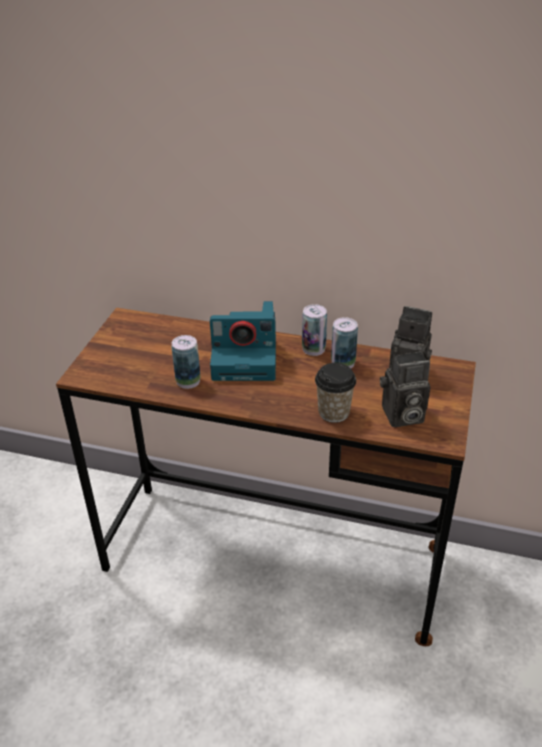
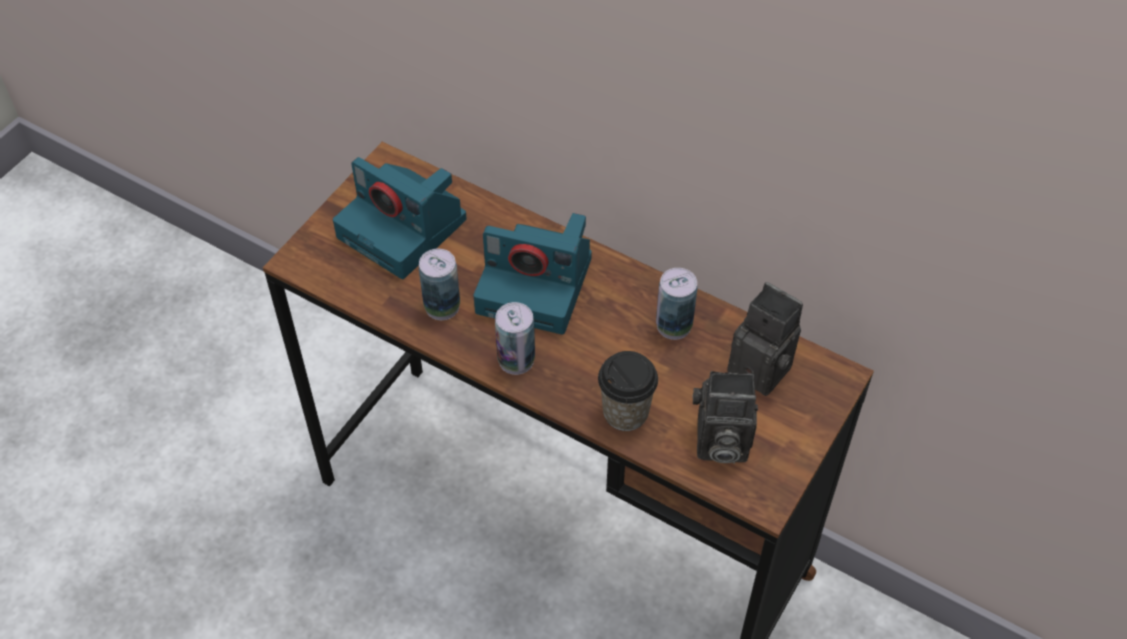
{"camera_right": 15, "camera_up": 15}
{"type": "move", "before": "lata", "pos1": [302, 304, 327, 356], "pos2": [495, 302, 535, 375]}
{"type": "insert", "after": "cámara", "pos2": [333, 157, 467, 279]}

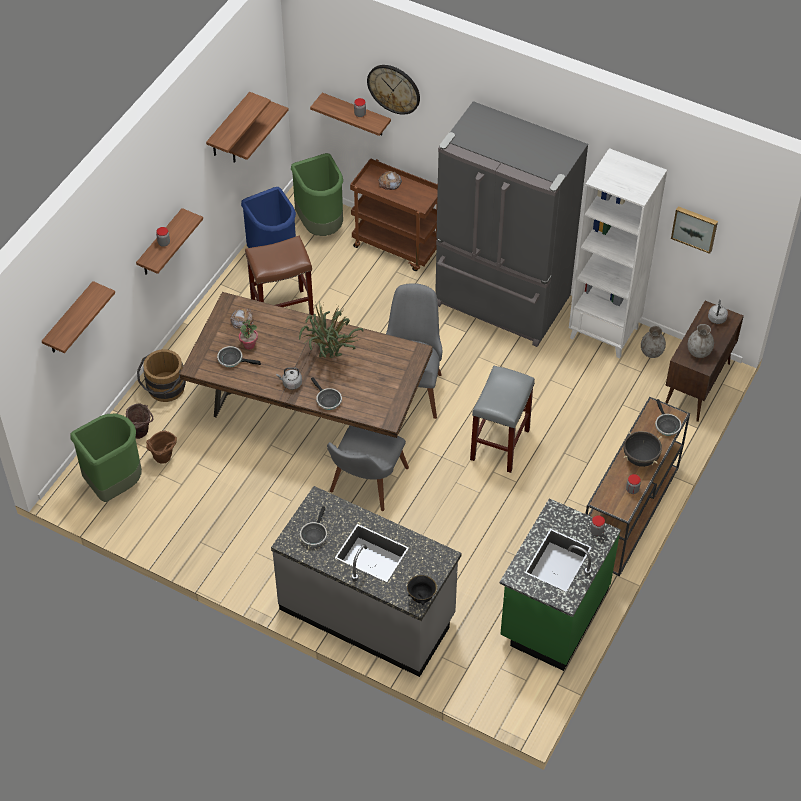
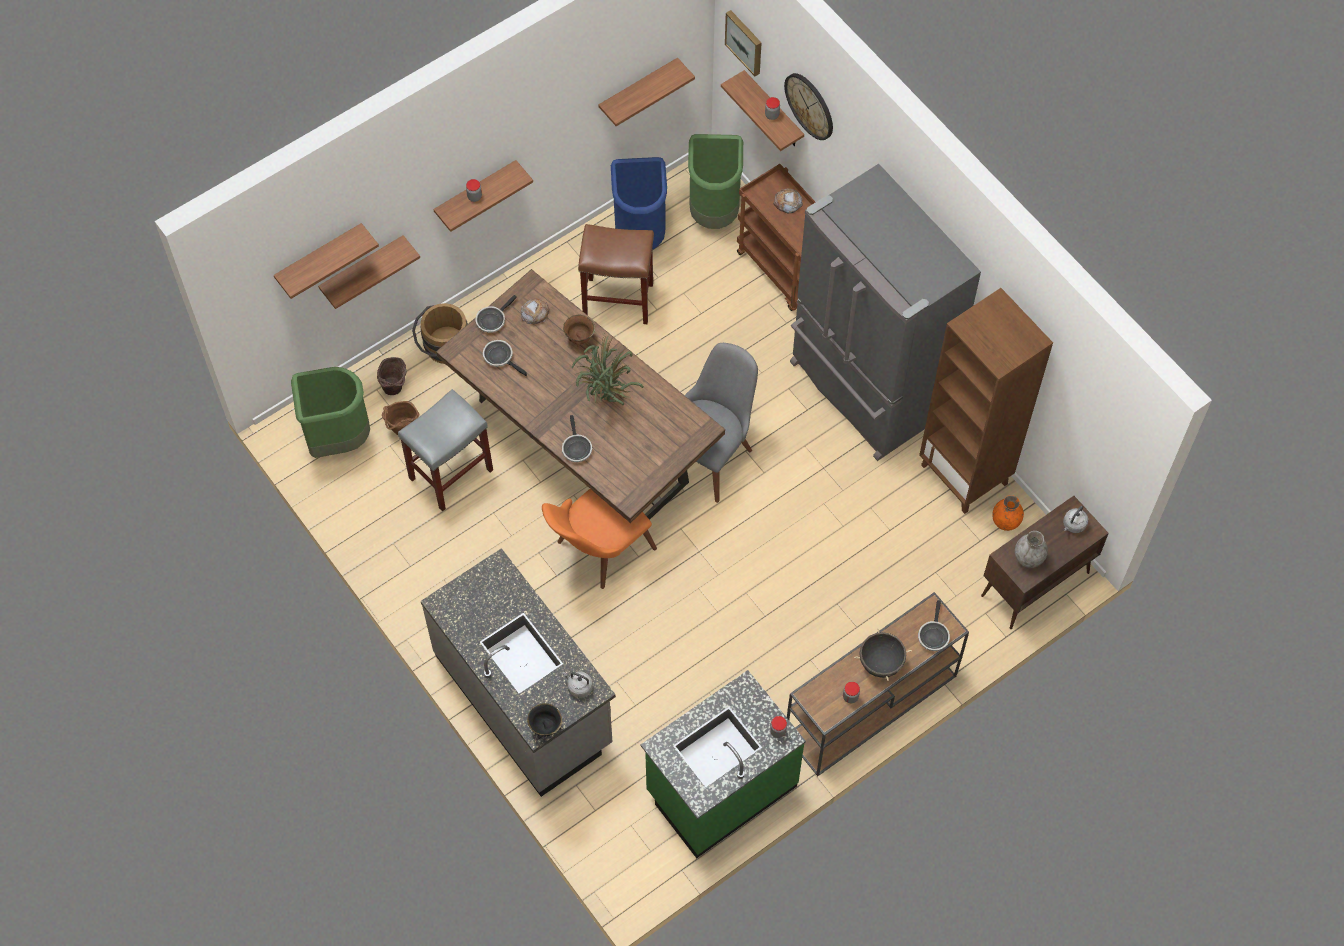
{"camera_right": 25, "camera_up": 10}
{"type": "move", "before": "estante", "pos1": [206, 92, 271, 156], "pos2": [318, 235, 420, 309]}
{"type": "recolor", "before": "estantería (blanco)", "after": "estantería (marrón)", "pos1": [569, 148, 667, 359], "pos2": [919, 288, 1053, 514]}
{"type": "move", "before": "cuadro", "pos1": [671, 206, 718, 254], "pos2": [725, 10, 762, 76]}
{"type": "delete", "before": "planta en maceta", "pos1": [239, 319, 258, 350]}
{"type": "recolor", "before": "florero (gris)", "after": "florero (naranja)", "pos1": [641, 326, 666, 358], "pos2": [992, 495, 1024, 531]}
{"type": "move", "before": "taburete (gris)", "pos1": [470, 366, 535, 473], "pos2": [398, 389, 493, 512]}
{"type": "move", "before": "hervidor (gris)", "pos1": [276, 367, 302, 390], "pos2": [562, 671, 593, 698]}
{"type": "recolor", "before": "silla (gris)", "after": "silla (naranja)", "pos1": [327, 426, 409, 511], "pos2": [542, 489, 657, 589]}
{"type": "move", "before": "sartén", "pos1": [300, 506, 327, 546], "pos2": [475, 295, 517, 332]}
{"type": "insert", "after": "cuenco (marrón)", "pos2": [563, 315, 595, 347]}

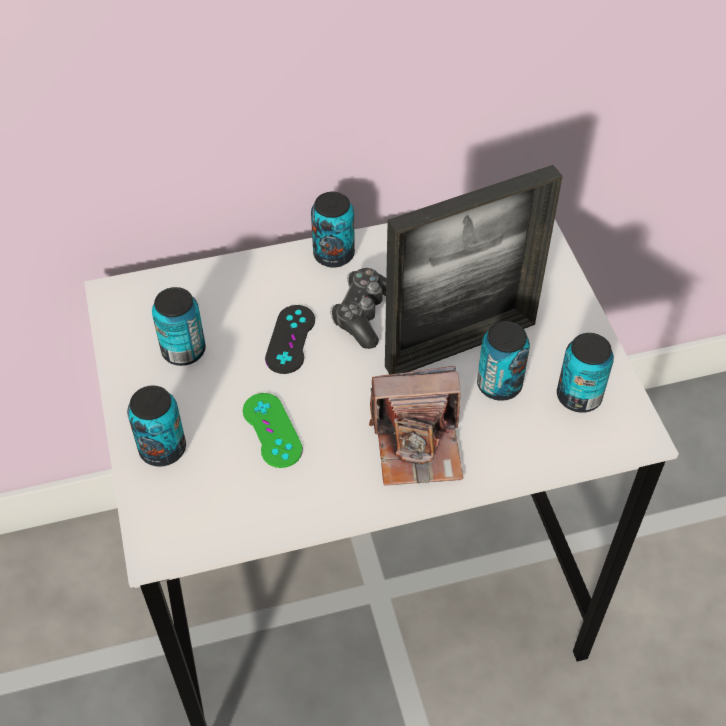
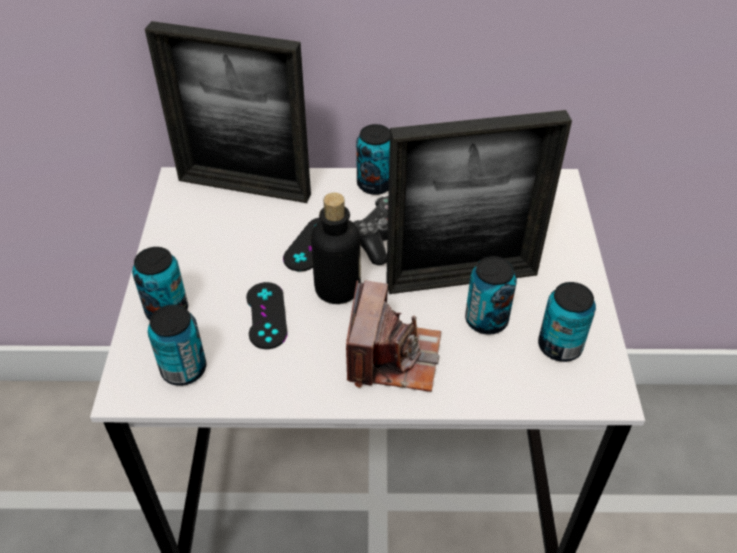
{"camera_right": 15, "camera_up": -5}
{"type": "move", "before": "lata", "pos1": [152, 287, 206, 366], "pos2": [148, 305, 206, 386]}
{"type": "rotate", "before": "cámara", "pos1": [369, 366, 463, 485], "pos2": [346, 280, 441, 392], "turn": -90}
{"type": "recolor", "before": "mando de consola (verde)", "after": "mando de consola (negro)", "pos1": [243, 393, 303, 468], "pos2": [246, 282, 287, 349]}
{"type": "insert", "after": "portarretratos", "pos2": [145, 21, 311, 203]}
{"type": "insert", "after": "botella", "pos2": [311, 193, 361, 304]}

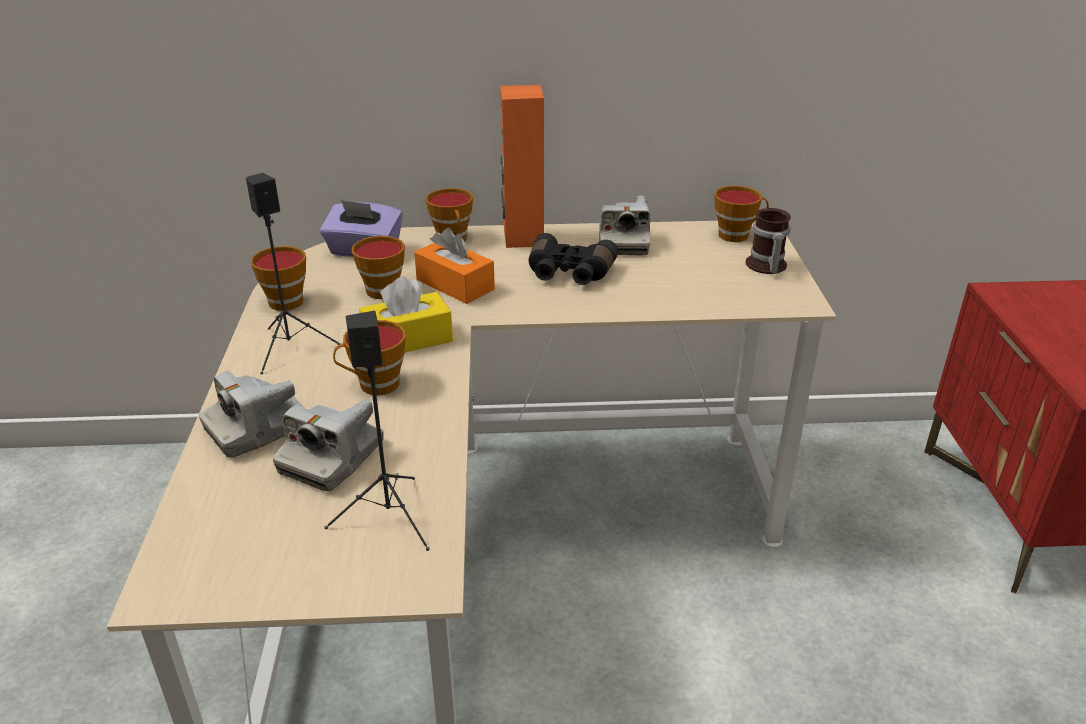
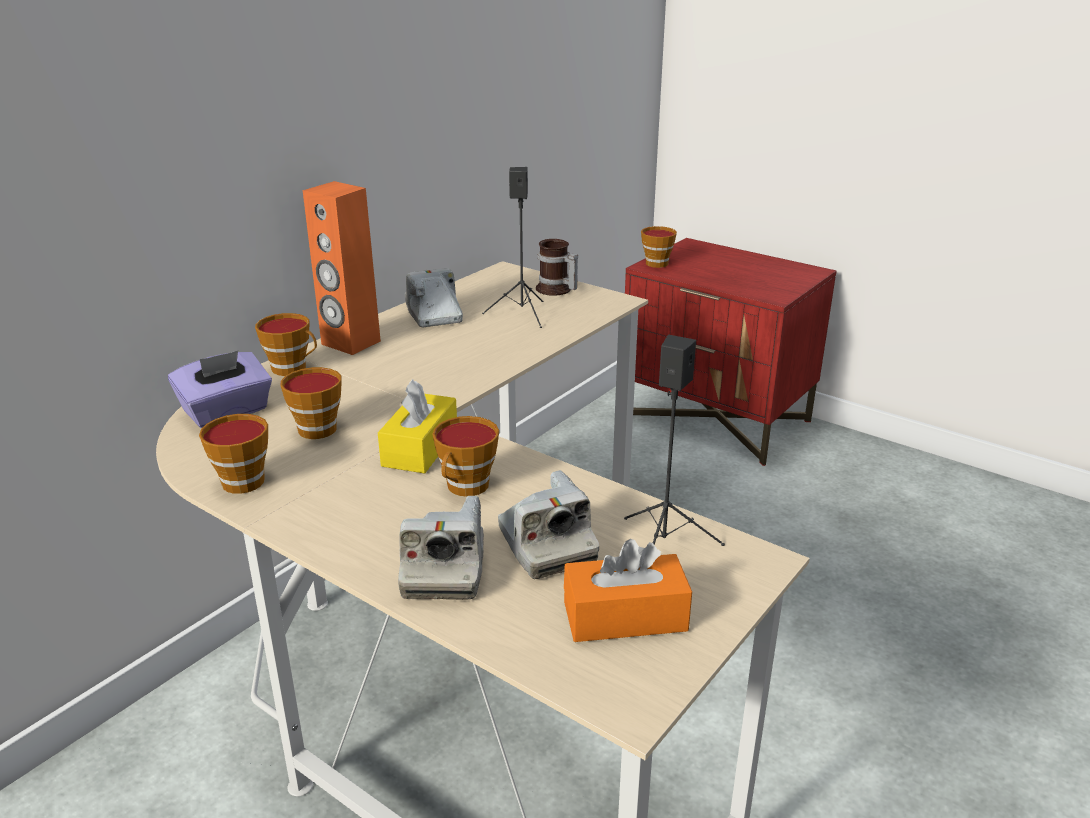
{"camera_right": -50, "camera_up": -5}
{"type": "move", "before": "altavoz (negro)", "pos1": [246, 173, 340, 374], "pos2": [482, 167, 543, 328]}
{"type": "move", "before": "taza", "pos1": [714, 186, 769, 242], "pos2": [641, 226, 677, 268]}
{"type": "rotate", "before": "cámara", "pos1": [599, 196, 650, 255], "pos2": [405, 268, 463, 327], "turn": -150}
{"type": "move", "before": "caja de pañuelos (naranja)", "pos1": [414, 228, 495, 304], "pos2": [564, 539, 692, 642]}
{"type": "delete", "before": "prismáticos (negro)", "pos1": [529, 233, 618, 285]}

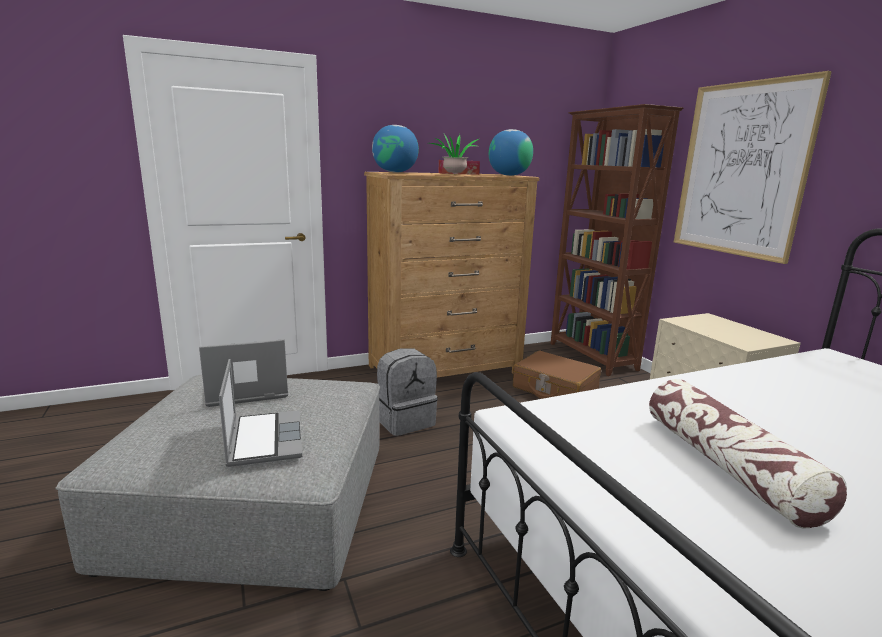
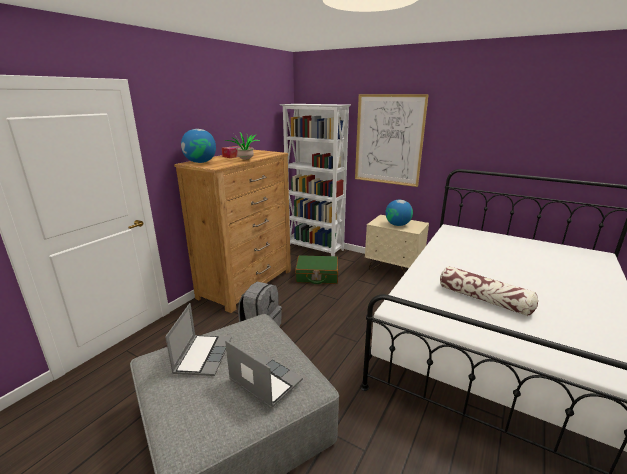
{"camera_right": -35, "camera_up": 5}
{"type": "recolor", "before": "estantería (marrón)", "after": "estantería (blanco)", "pos1": [551, 104, 683, 376], "pos2": [280, 104, 351, 256]}
{"type": "move", "before": "globo terráqueo", "pos1": [489, 129, 533, 176], "pos2": [385, 200, 413, 226]}
{"type": "rotate", "before": "portátil", "pos1": [199, 339, 288, 407], "pos2": [165, 303, 232, 376], "turn": 150}
{"type": "recolor", "before": "maleta (marrón)", "after": "maleta (verde)", "pos1": [513, 351, 601, 399], "pos2": [295, 255, 338, 284]}

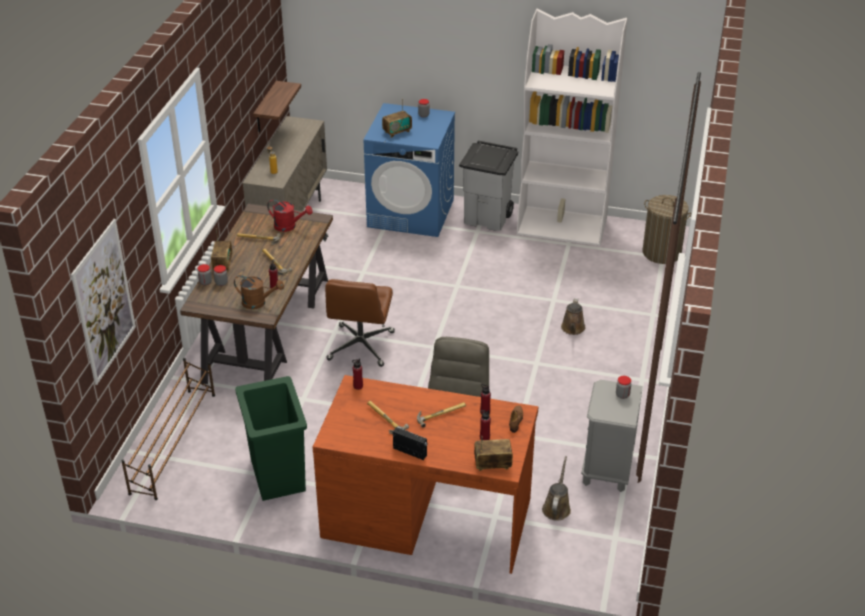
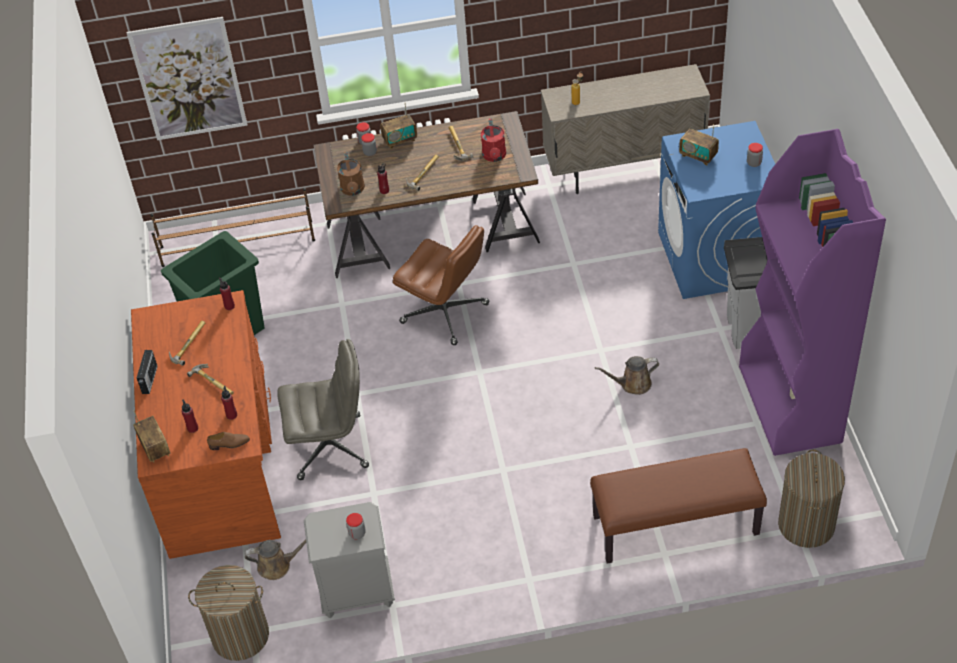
{"camera_right": 70, "camera_up": 10}
{"type": "recolor", "before": "estantería (blanco)", "after": "estantería (morado)", "pos1": [517, 9, 627, 246], "pos2": [739, 129, 886, 456]}
{"type": "delete", "before": "estante", "pos1": [253, 81, 301, 132]}
{"type": "rotate", "before": "silla de oficina (marrón)", "pos1": [325, 279, 395, 367], "pos2": [393, 225, 489, 345], "turn": -135}
{"type": "move", "before": "regadera (marrón)", "pos1": [561, 298, 585, 335], "pos2": [595, 356, 659, 395]}
{"type": "insert", "after": "banco (marrón)", "pos2": [590, 448, 767, 563]}
{"type": "insert", "after": "cesto de la ropa", "pos2": [188, 565, 269, 661]}

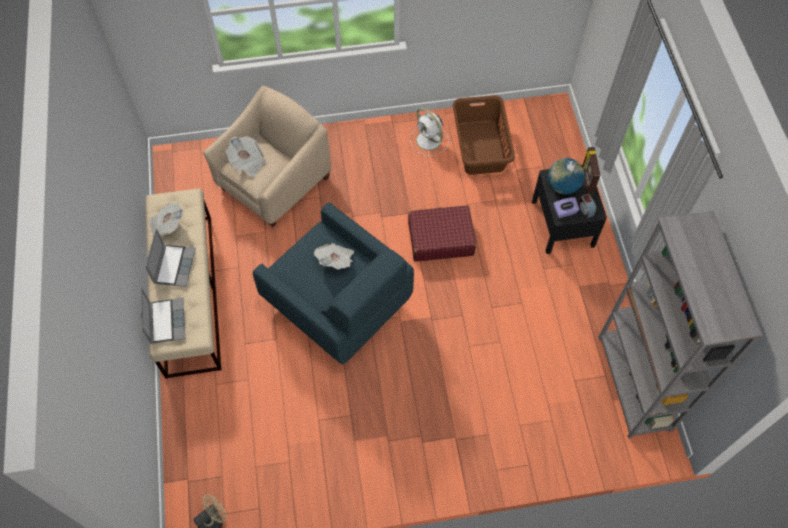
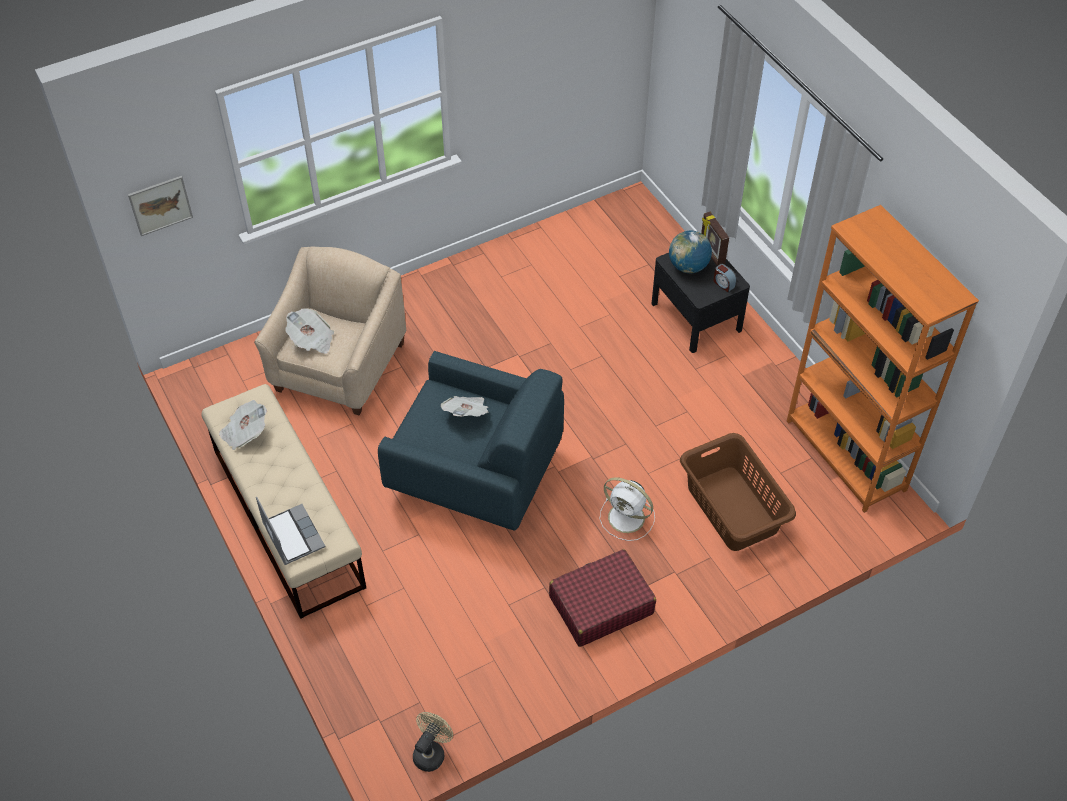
{"camera_right": -20, "camera_up": -10}
{"type": "move", "before": "cesto de la ropa (marrón)", "pos1": [453, 95, 515, 175], "pos2": [680, 433, 796, 551]}
{"type": "move", "before": "ventilador (blanco)", "pos1": [410, 108, 449, 156], "pos2": [599, 477, 655, 541]}
{"type": "delete", "before": "caja de pañuelos (morado)", "pos1": [553, 197, 580, 218]}
{"type": "move", "before": "maleta (rojo)", "pos1": [408, 205, 476, 262], "pos2": [549, 549, 656, 647]}
{"type": "recolor", "before": "estantería (gris)", "after": "estantería (naranja)", "pos1": [598, 211, 763, 438], "pos2": [787, 205, 979, 513]}
{"type": "delete", "before": "portátil", "pos1": [145, 228, 196, 287]}
{"type": "insert", "after": "cuadro", "pos2": [128, 176, 193, 236]}

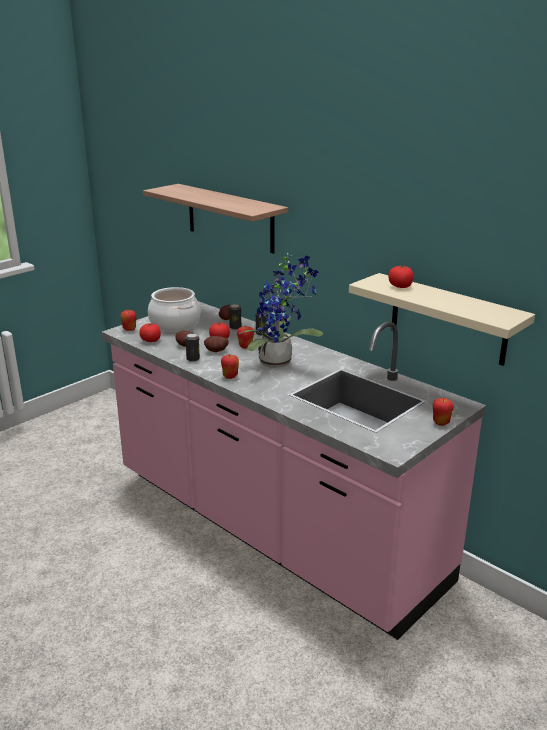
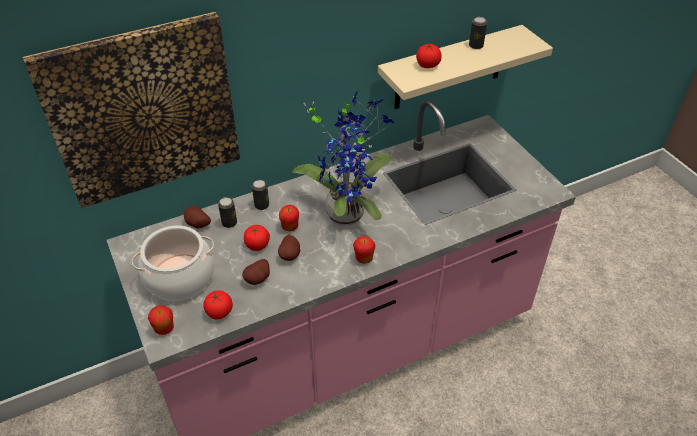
{"camera_right": -70, "camera_up": 20}
{"type": "replace", "before": "estante", "after": "cuadro", "pos1": [143, 184, 288, 254], "pos2": [23, 12, 240, 208]}
{"type": "move", "before": "lata", "pos1": [185, 333, 200, 362], "pos2": [469, 17, 487, 49]}
{"type": "delete", "before": "manzana", "pos1": [433, 398, 454, 426]}

